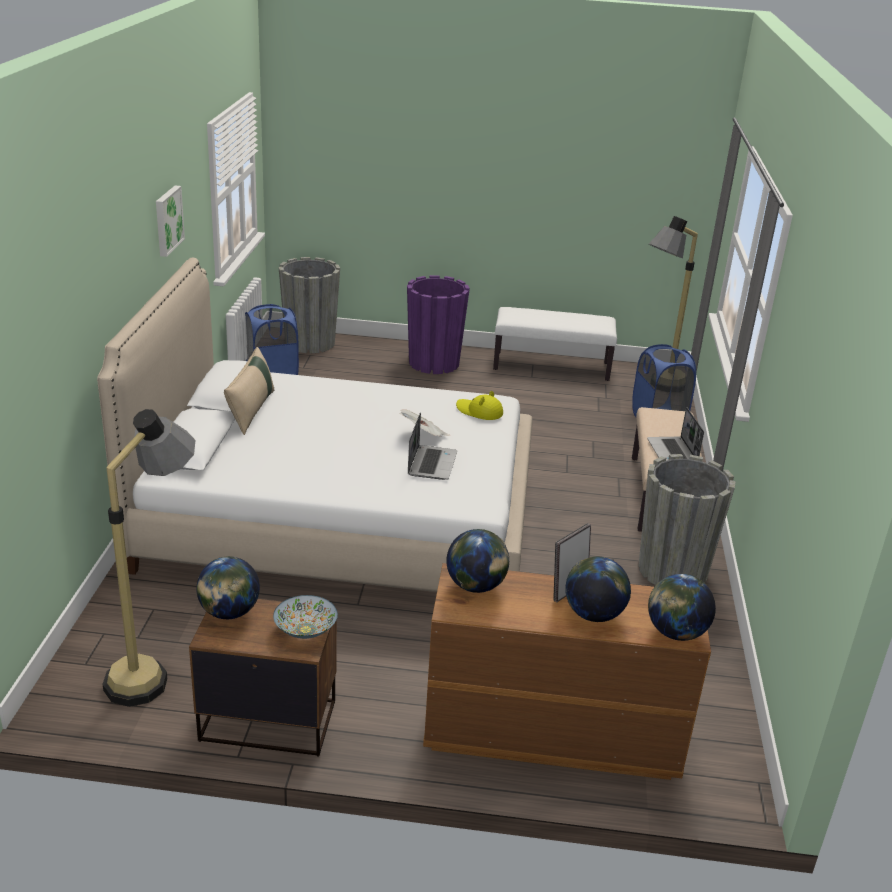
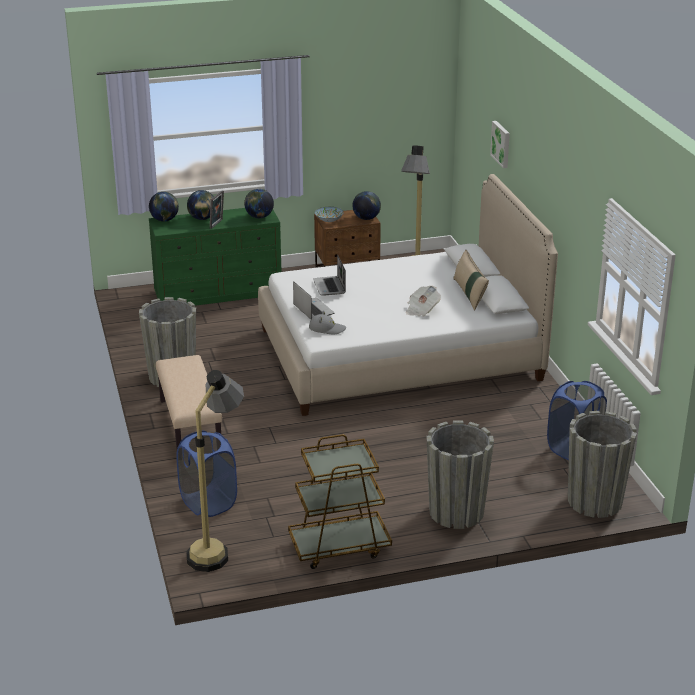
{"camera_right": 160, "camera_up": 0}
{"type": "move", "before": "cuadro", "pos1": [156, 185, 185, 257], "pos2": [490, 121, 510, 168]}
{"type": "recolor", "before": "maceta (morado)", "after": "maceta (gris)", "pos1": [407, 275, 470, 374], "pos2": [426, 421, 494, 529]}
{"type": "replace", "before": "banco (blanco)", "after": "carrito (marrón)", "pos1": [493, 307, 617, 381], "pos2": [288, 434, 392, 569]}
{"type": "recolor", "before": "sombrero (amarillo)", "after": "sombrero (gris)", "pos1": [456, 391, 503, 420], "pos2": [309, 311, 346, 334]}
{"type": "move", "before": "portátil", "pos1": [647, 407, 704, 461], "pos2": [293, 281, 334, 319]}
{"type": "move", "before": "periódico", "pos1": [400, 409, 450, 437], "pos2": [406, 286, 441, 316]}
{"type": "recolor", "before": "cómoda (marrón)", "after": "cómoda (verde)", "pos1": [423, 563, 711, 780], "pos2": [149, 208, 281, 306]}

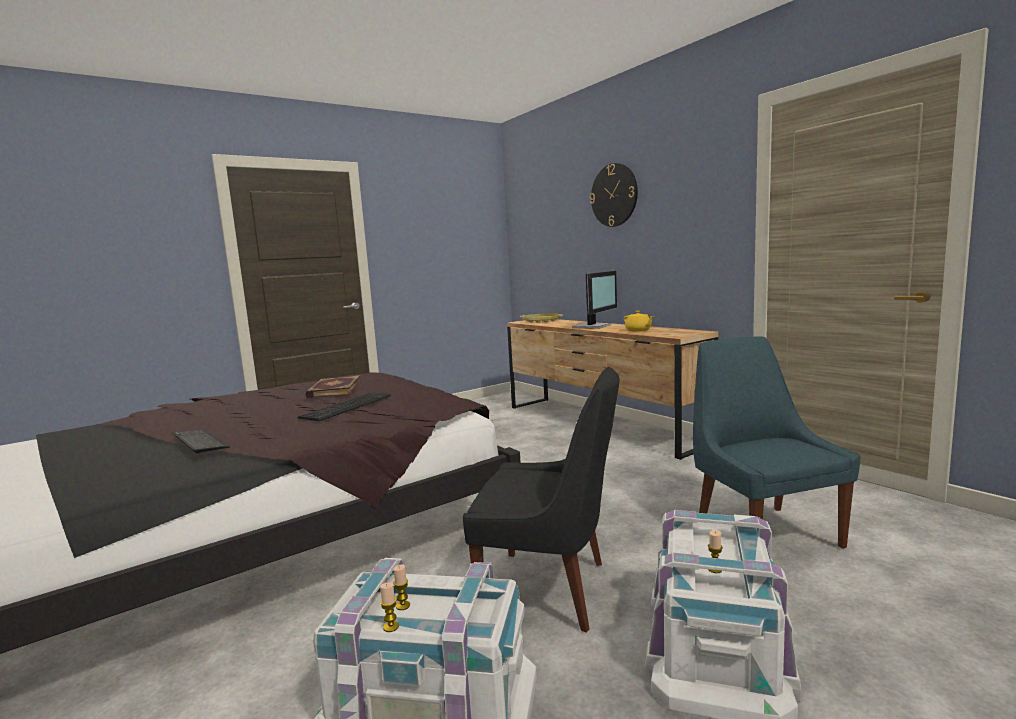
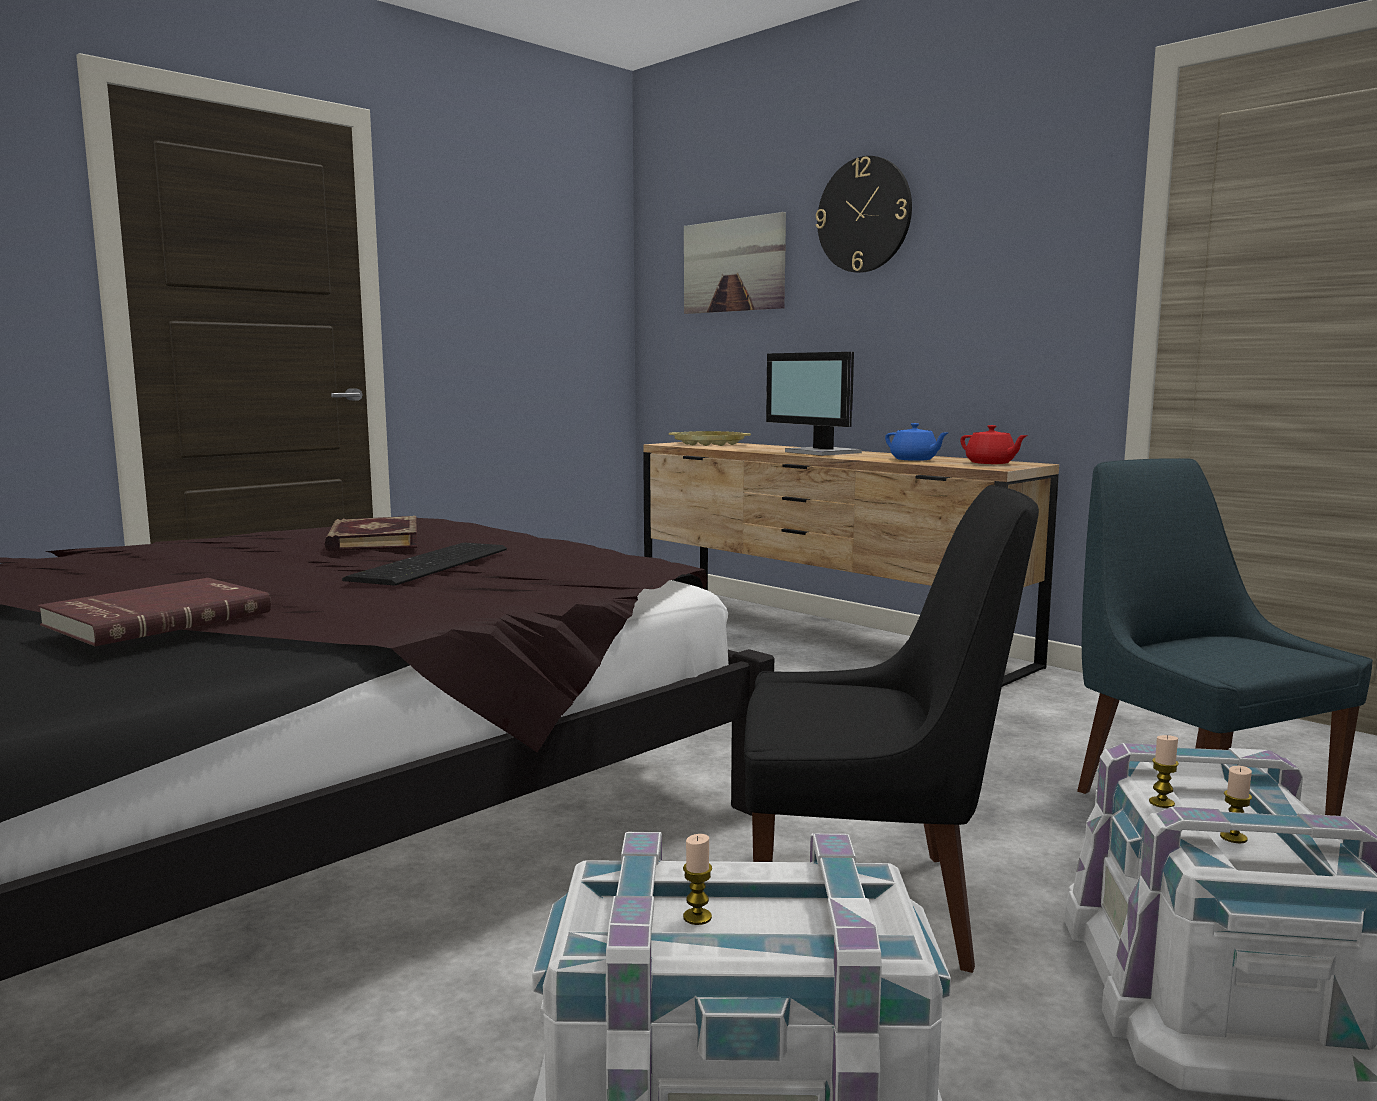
{"camera_right": -10, "camera_up": 0}
{"type": "rotate", "before": "monitor", "pos1": [572, 271, 617, 329], "pos2": [766, 352, 862, 456], "turn": 120}
{"type": "recolor", "before": "tetera (amarillo)", "after": "tetera (azul)", "pos1": [624, 311, 654, 332], "pos2": [885, 423, 948, 461]}
{"type": "replace", "before": "teclado", "after": "libro (rojo)", "pos1": [173, 430, 230, 455], "pos2": [38, 578, 271, 646]}
{"type": "move", "before": "vela", "pos1": [380, 583, 399, 632], "pos2": [1149, 735, 1179, 808]}
{"type": "insert", "after": "cuadro", "pos2": [684, 212, 786, 314]}
{"type": "insert", "after": "tetera (rojo)", "pos2": [961, 425, 1028, 464]}

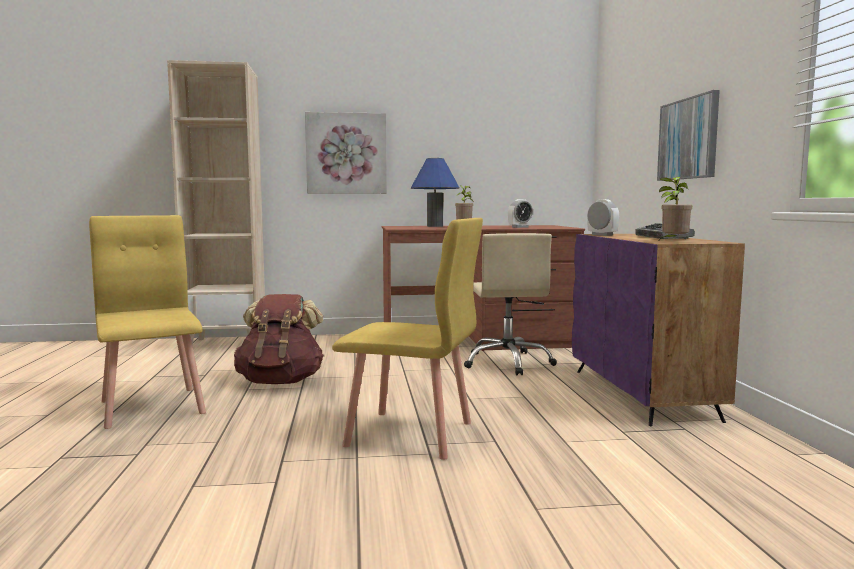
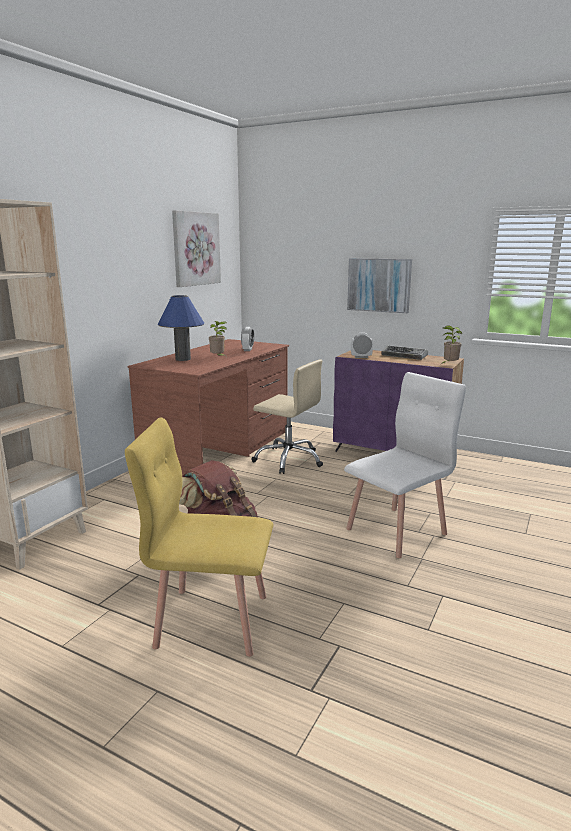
{"camera_right": -55, "camera_up": 10}
{"type": "move", "before": "cuadro", "pos1": [305, 112, 387, 194], "pos2": [172, 210, 221, 287]}
{"type": "recolor", "before": "silla (amarillo)", "after": "silla (blanco)", "pos1": [332, 218, 483, 460], "pos2": [344, 372, 466, 558]}

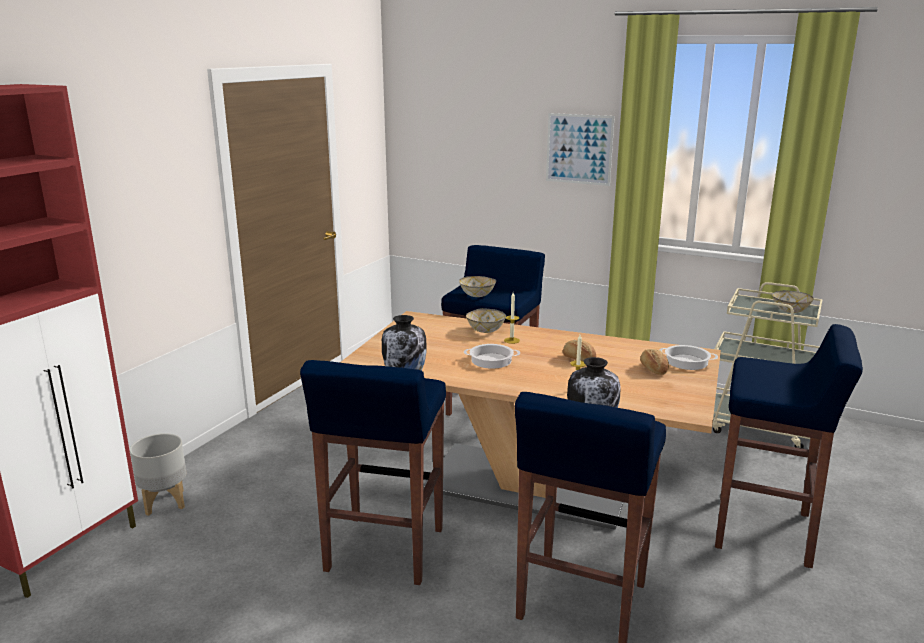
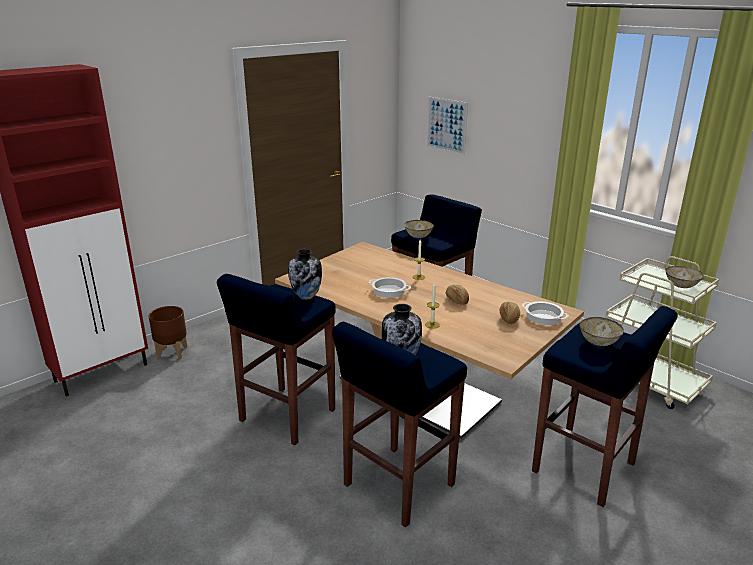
{"camera_right": 20, "camera_up": 5}
{"type": "move", "before": "cuadro", "pos1": [546, 113, 615, 186], "pos2": [427, 97, 468, 155]}
{"type": "move", "before": "cuenco", "pos1": [466, 308, 506, 333], "pos2": [580, 317, 624, 346]}
{"type": "recolor", "before": "maceta (gris)", "after": "maceta (marrón)", "pos1": [130, 433, 186, 516], "pos2": [149, 306, 187, 360]}

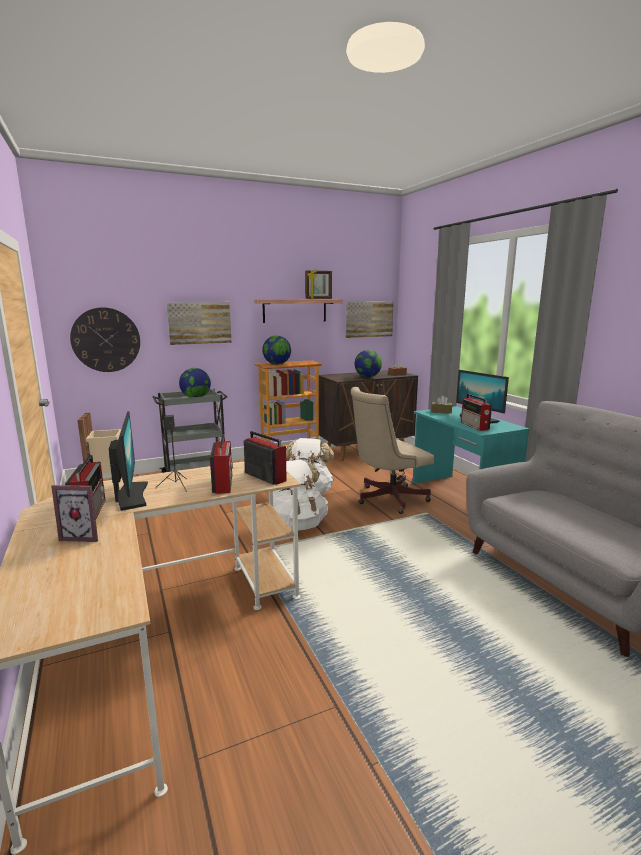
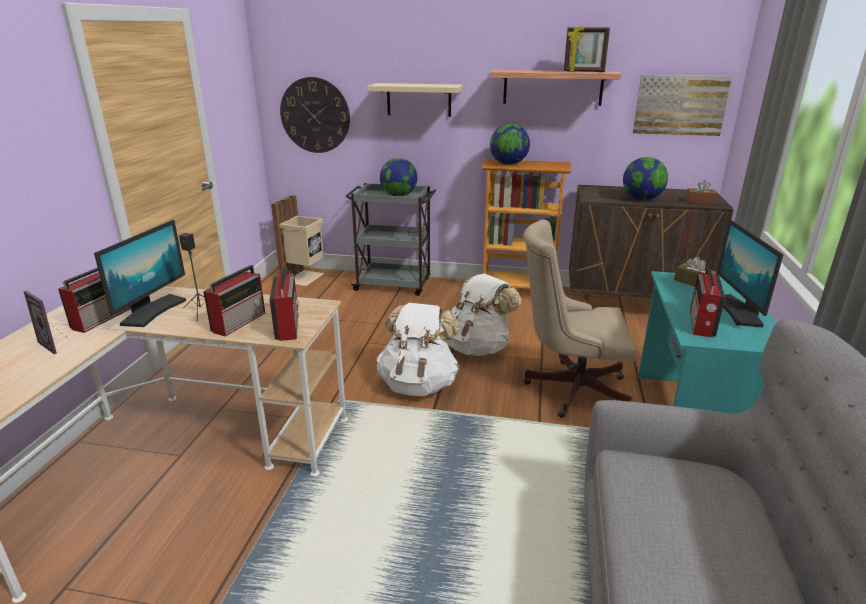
{"camera_right": 35, "camera_up": 10}
{"type": "replace", "before": "cuadro", "after": "estante (beis)", "pos1": [167, 302, 231, 345], "pos2": [367, 83, 463, 117]}

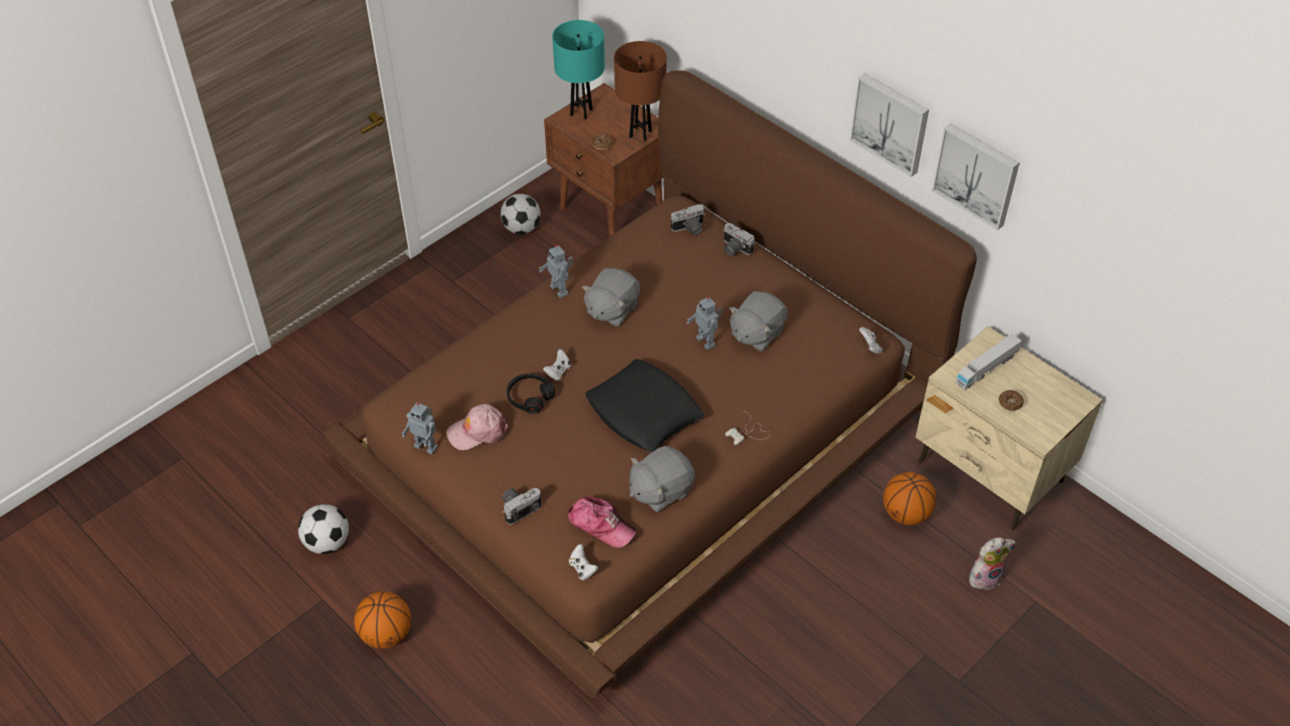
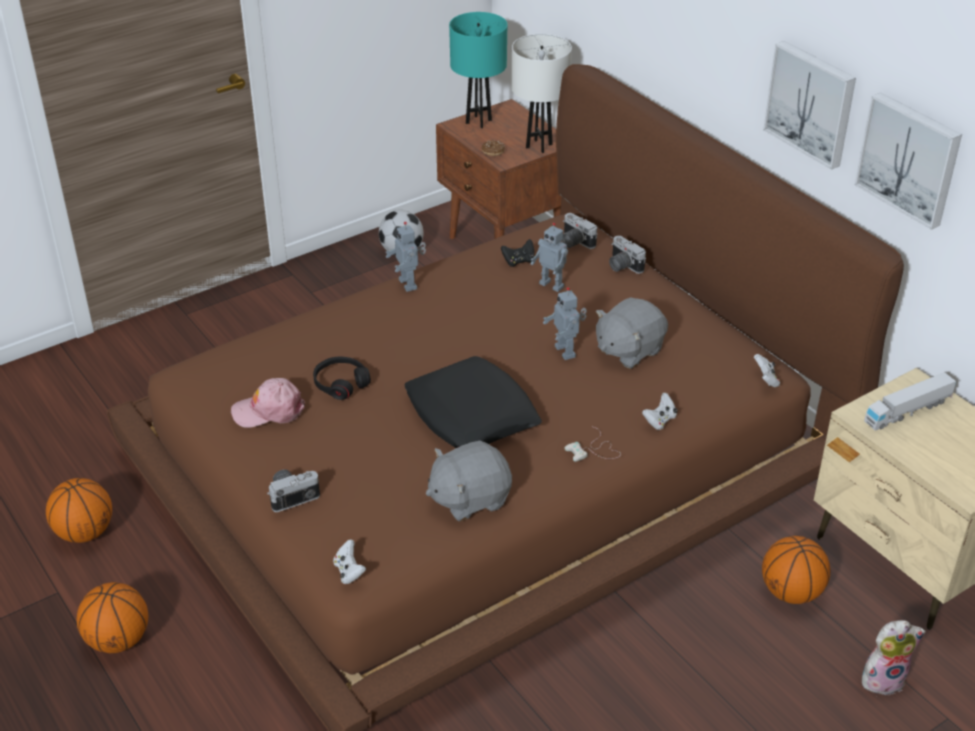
{"camera_right": 10, "camera_up": -10}
{"type": "recolor", "before": "lámpara de mesa (marrón)", "after": "lámpara de mesa (blanco)", "pos1": [614, 41, 667, 141], "pos2": [512, 34, 572, 153]}
{"type": "rotate", "before": "cámara", "pos1": [671, 204, 705, 235], "pos2": [563, 213, 598, 249], "turn": 60}
{"type": "delete", "before": "peluche (gris)", "pos1": [582, 268, 640, 327]}
{"type": "move", "before": "mando de consola (blanco)", "pos1": [543, 349, 571, 381], "pos2": [642, 393, 678, 430]}
{"type": "delete", "before": "rosquilla", "pos1": [999, 390, 1024, 411]}
{"type": "move", "before": "robot de juguete", "pos1": [402, 402, 438, 454], "pos2": [531, 223, 568, 292]}
{"type": "delete", "before": "gorra", "pos1": [568, 497, 637, 548]}
{"type": "replace", "before": "balón de fútbol", "after": "balón de baloncesto", "pos1": [298, 504, 349, 554], "pos2": [46, 478, 112, 543]}
{"type": "insert", "after": "mando de consola (negro)", "pos2": [501, 239, 534, 267]}

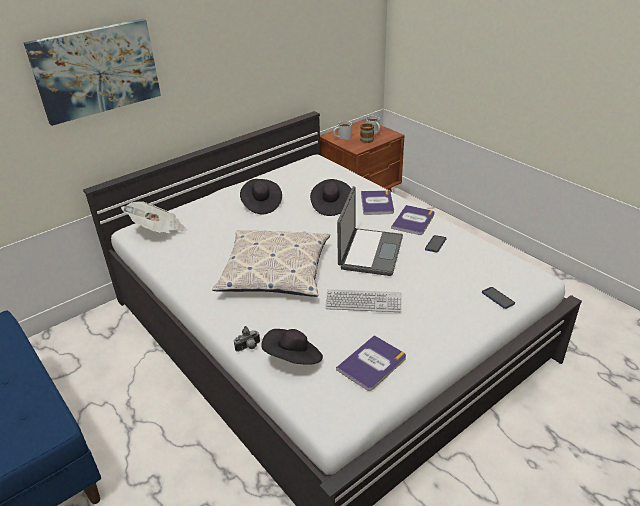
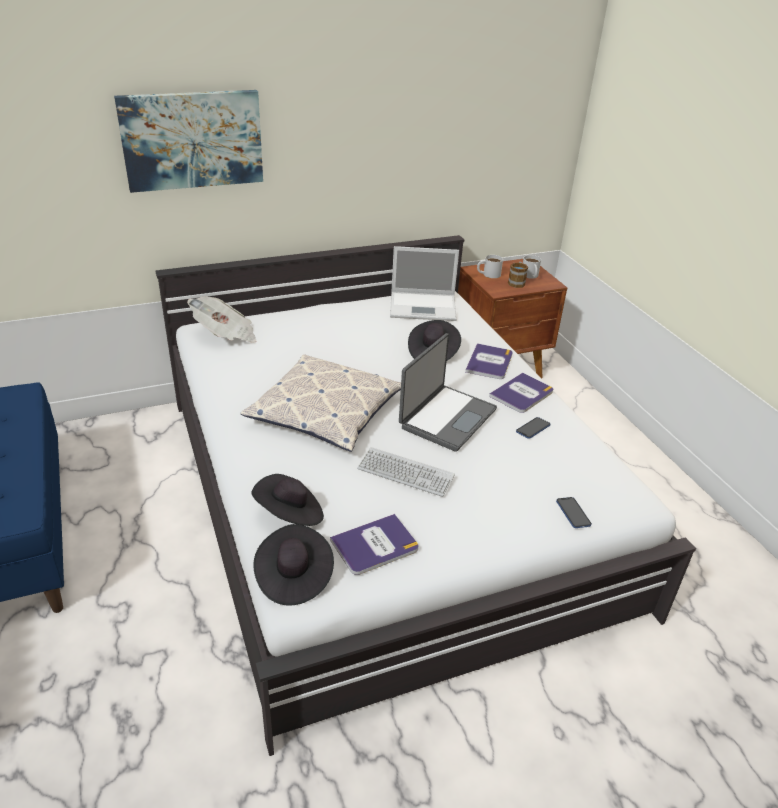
{"camera_right": 15, "camera_up": 0}
{"type": "move", "before": "sombrero (negro)", "pos1": [240, 179, 282, 214], "pos2": [253, 524, 334, 606]}
{"type": "delete", "before": "cámara", "pos1": [234, 326, 260, 352]}
{"type": "insert", "after": "portátil", "pos2": [390, 246, 459, 321]}

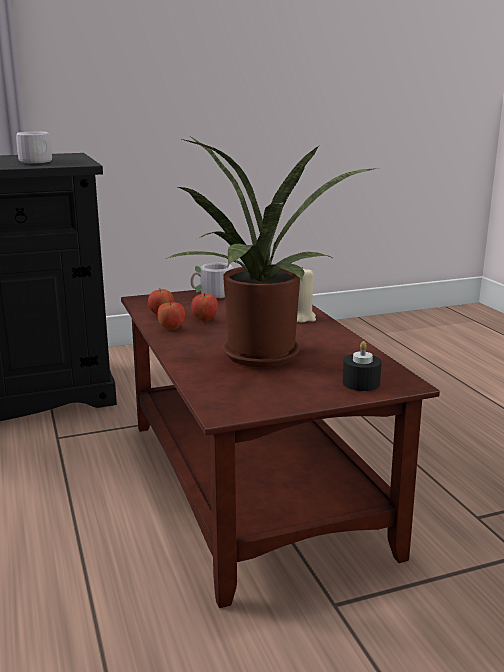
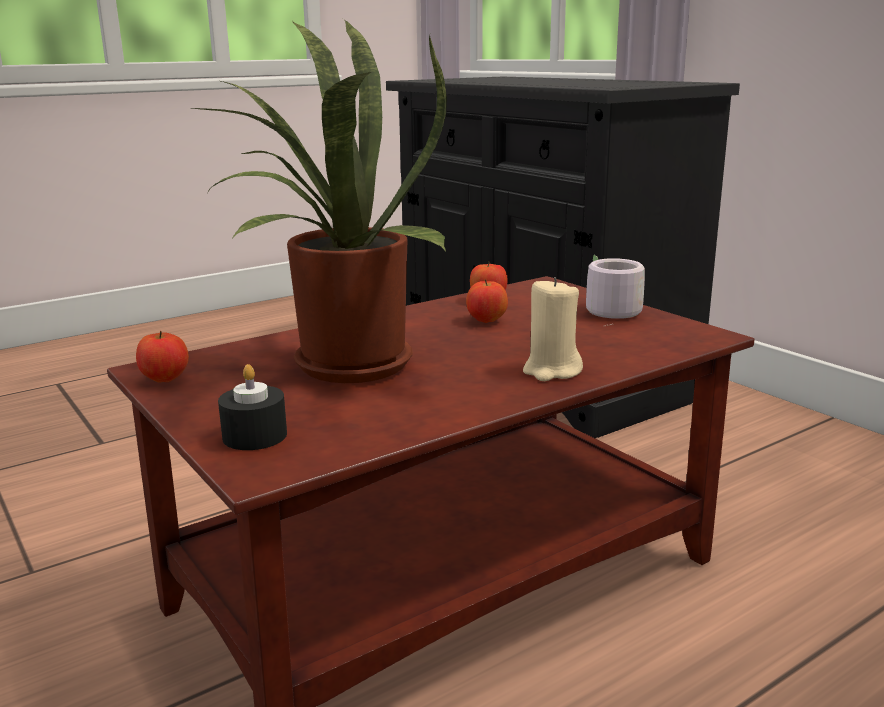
{"camera_right": 75, "camera_up": 0}
{"type": "delete", "before": "taza grande (gris)", "pos1": [10, 130, 52, 165]}
{"type": "move", "before": "manzana", "pos1": [158, 302, 185, 330], "pos2": [136, 331, 189, 382]}

